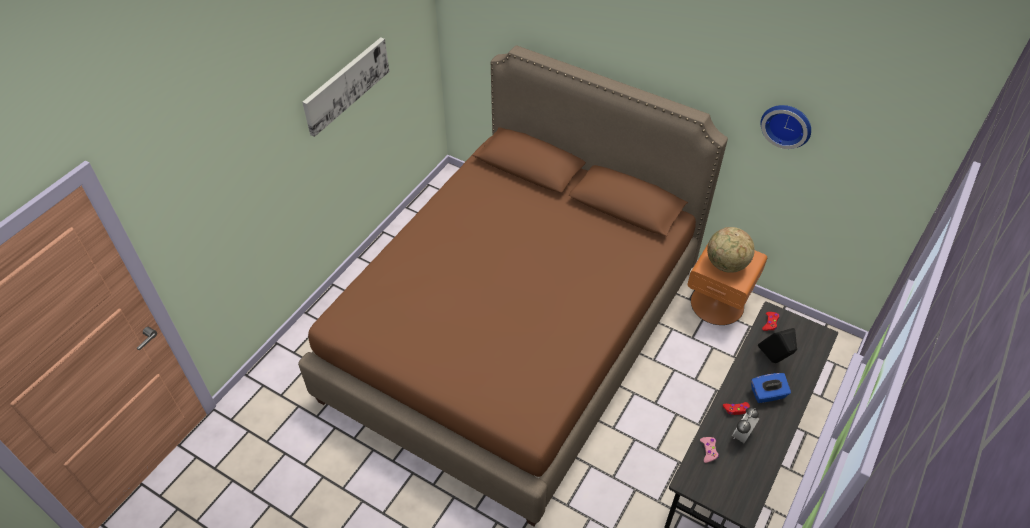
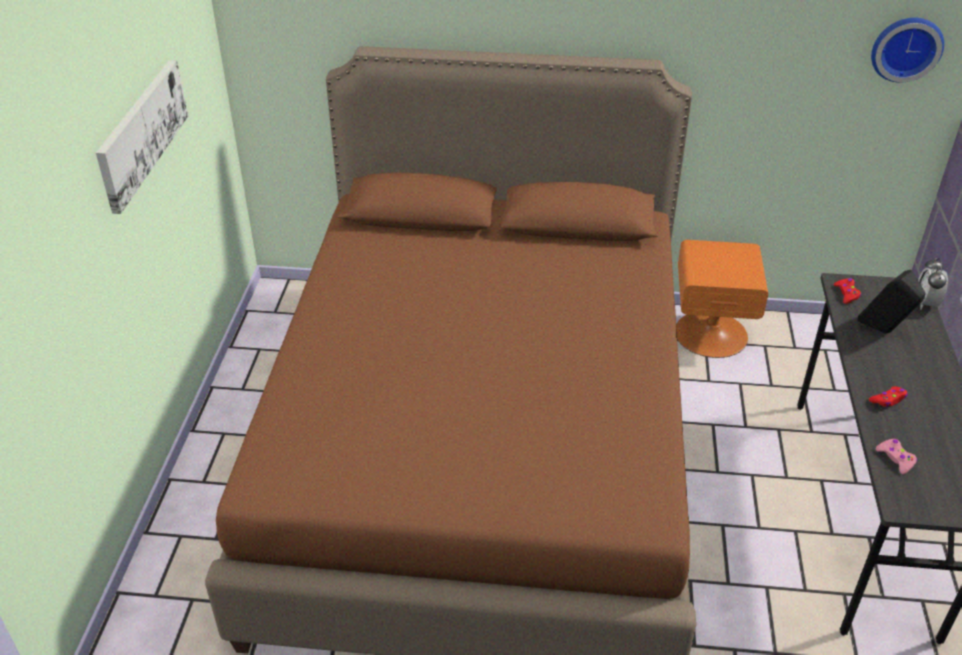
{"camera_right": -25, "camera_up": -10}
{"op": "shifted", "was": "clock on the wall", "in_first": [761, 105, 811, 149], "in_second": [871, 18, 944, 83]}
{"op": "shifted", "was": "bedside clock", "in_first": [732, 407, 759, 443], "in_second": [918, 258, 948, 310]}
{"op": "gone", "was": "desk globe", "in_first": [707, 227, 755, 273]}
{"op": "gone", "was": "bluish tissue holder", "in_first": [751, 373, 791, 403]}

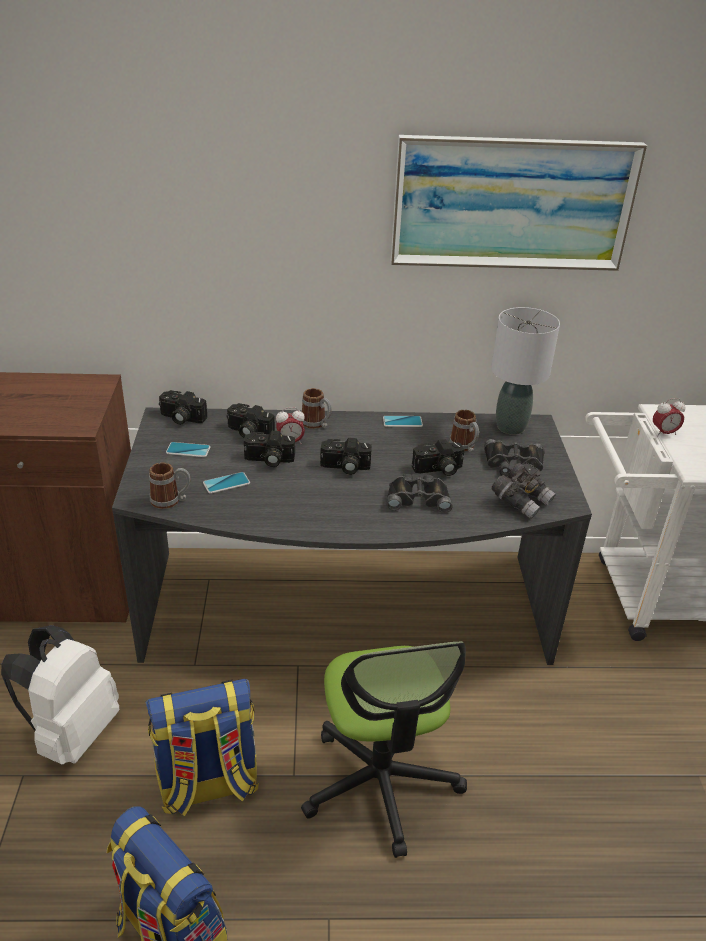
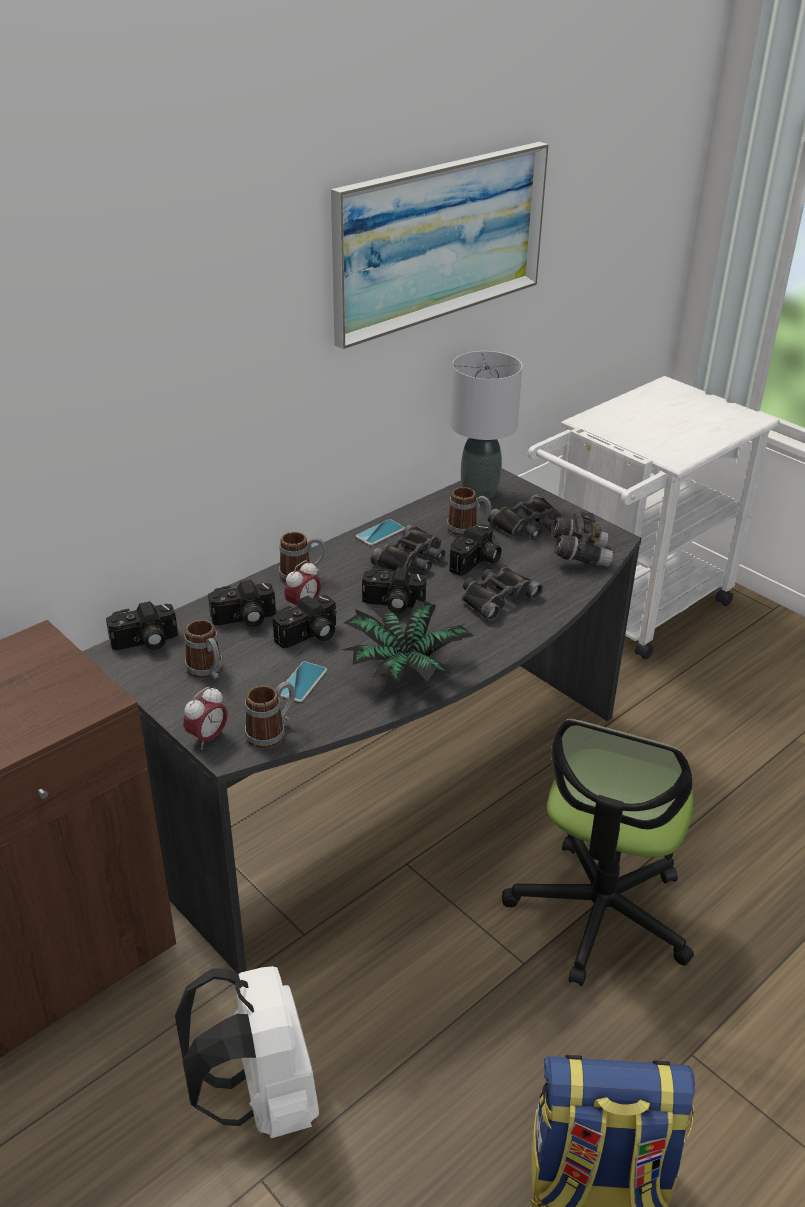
{"camera_right": -40, "camera_up": 0}
{"op": "swapped", "was": "handset", "now": "tea mug", "in_first": [166, 442, 211, 457], "in_second": [184, 620, 223, 679]}
{"op": "shifted", "was": "bedside clock", "in_first": [653, 398, 685, 437], "in_second": [184, 687, 228, 749]}
{"op": "new", "now": "houseplant", "in_second": [342, 600, 474, 683]}
{"op": "rotated", "was": "photo camera", "in_first": [320, 438, 372, 475], "in_second": [362, 567, 426, 613], "clockwise": 45}
{"op": "new", "now": "blackish pair of binoculars", "in_second": [371, 524, 445, 573]}
{"op": "rotated", "was": "office chair", "in_first": [301, 642, 467, 858], "in_second": [502, 719, 694, 986], "clockwise": 75}
{"op": "gone", "was": "rucksack", "in_first": [145, 679, 259, 816]}

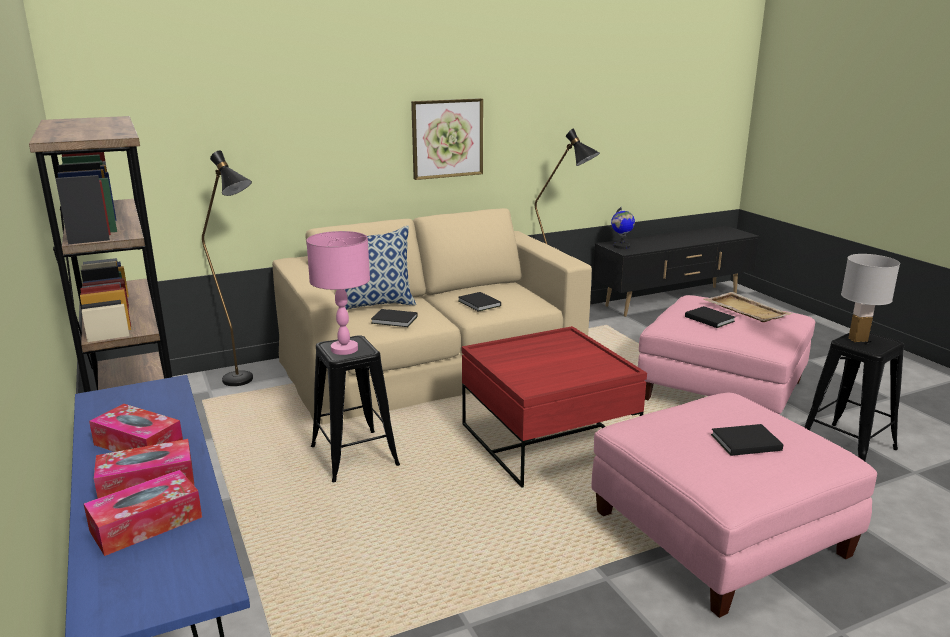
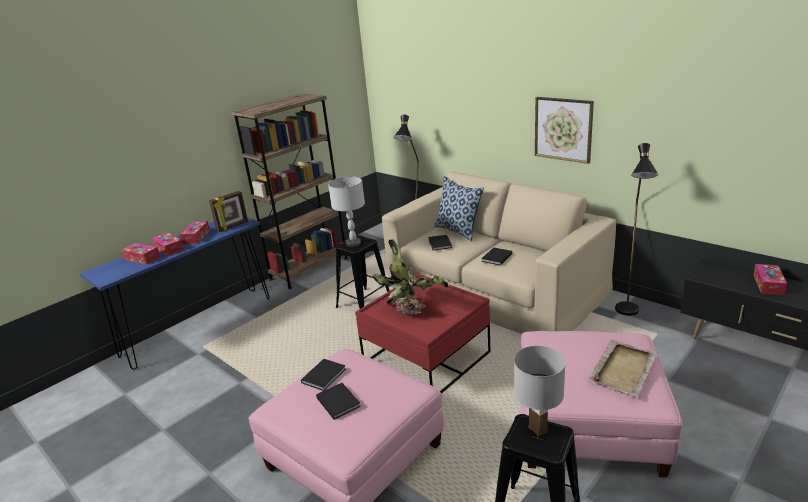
{"camera_right": 70, "camera_up": 5}
{"op": "new", "now": "standing frame", "in_second": [209, 191, 248, 232]}
{"op": "shifted", "was": "blackish volume", "in_first": [685, 306, 735, 328], "in_second": [301, 359, 346, 391]}
{"op": "repainted", "was": "pink table lamp", "now": "grey table lamp", "in_first": [306, 231, 370, 355], "in_second": [328, 176, 365, 247]}
{"op": "new", "now": "houseplant", "in_second": [372, 239, 450, 315]}
{"op": "new", "now": "tissue holder", "in_second": [753, 264, 787, 295]}
{"op": "gone", "was": "desk globe", "in_first": [611, 207, 635, 249]}

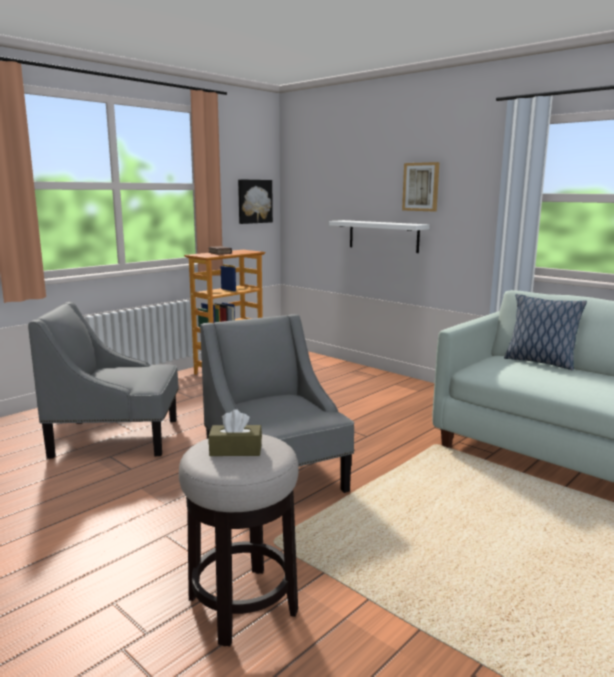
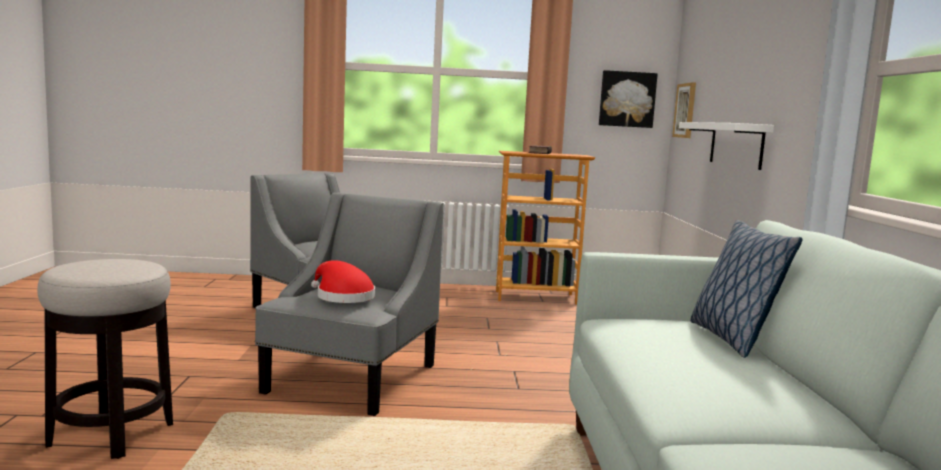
{"camera_right": 45, "camera_up": -5}
{"op": "new", "now": "red wearable hat", "in_second": [311, 260, 375, 303]}
{"op": "shifted", "was": "picture", "in_first": [402, 162, 439, 212], "in_second": [672, 82, 696, 138]}
{"op": "gone", "was": "brown tissue holder", "in_first": [209, 409, 262, 456]}

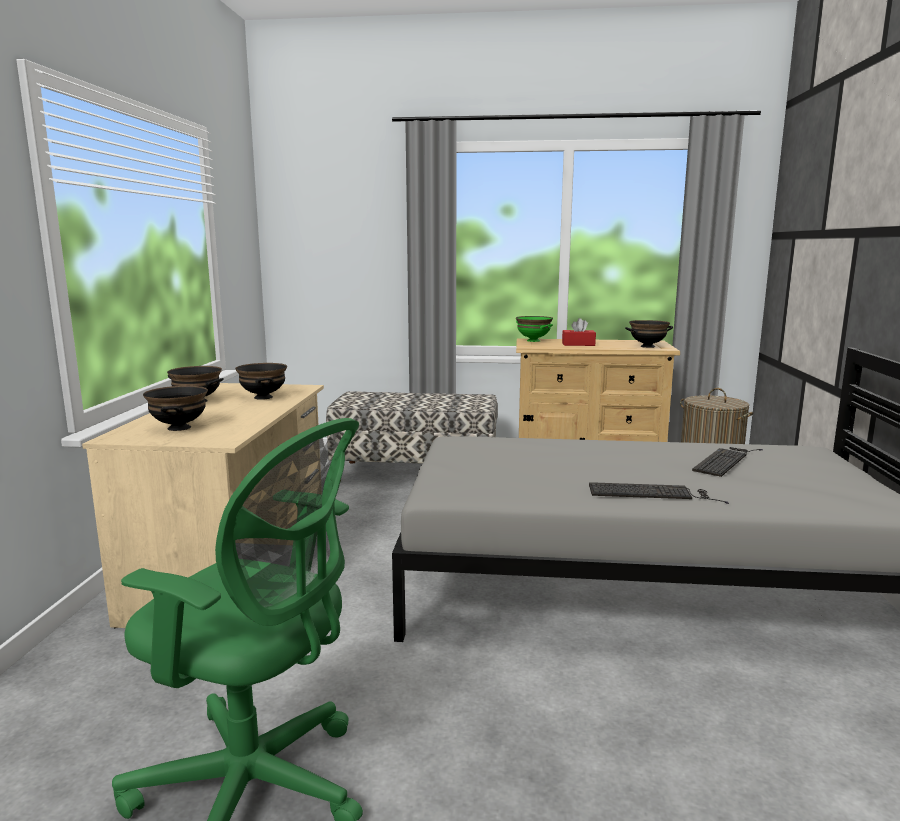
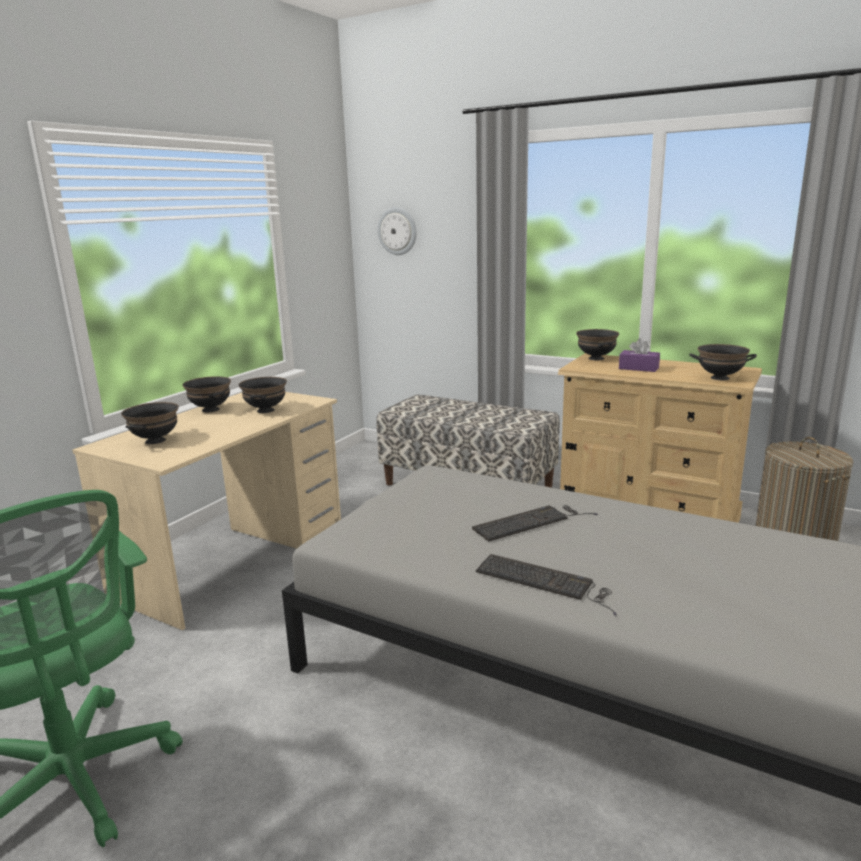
{"camera_right": 25, "camera_up": 5}
{"op": "new", "now": "clock on the wall", "in_second": [377, 207, 417, 255]}
{"op": "shifted", "was": "computer keyboard", "in_first": [692, 447, 763, 477], "in_second": [472, 505, 598, 542]}
{"op": "repainted", "was": "green-coloured bowl", "now": "blackish bowl", "in_first": [516, 316, 553, 342], "in_second": [576, 329, 619, 360]}
{"op": "repainted", "was": "red tissue holder", "now": "purplish tissue holder", "in_first": [562, 318, 596, 346], "in_second": [619, 338, 660, 372]}

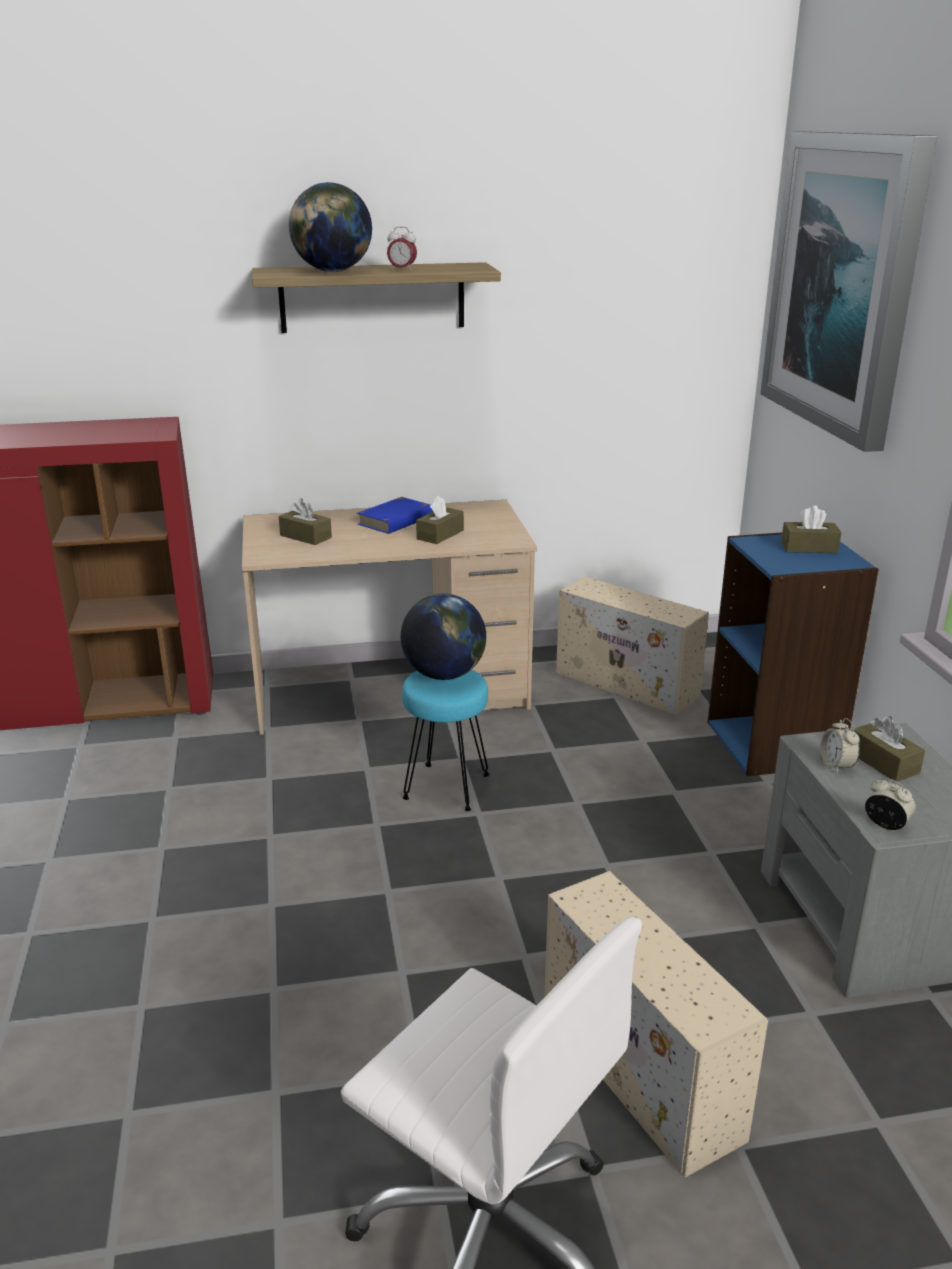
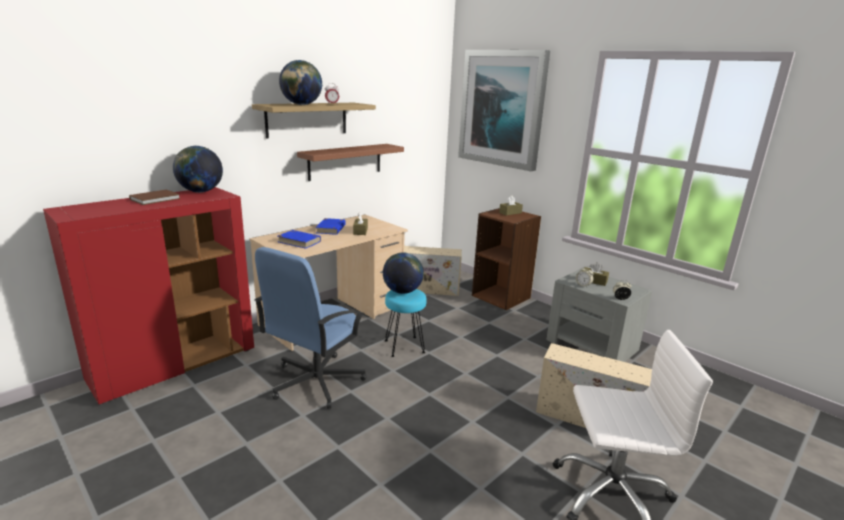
{"camera_right": -35, "camera_up": -5}
{"op": "new", "now": "brown volume", "in_second": [129, 190, 181, 205]}
{"op": "new", "now": "desk globe", "in_second": [173, 146, 223, 193]}
{"op": "new", "now": "bluish office chair", "in_second": [255, 247, 367, 409]}
{"op": "swapped", "was": "brown tissue holder", "now": "bluish volume", "in_first": [279, 498, 332, 545], "in_second": [278, 230, 321, 249]}
{"op": "new", "now": "brown wall shelf", "in_second": [297, 144, 404, 181]}
{"op": "repainted", "was": "bluish shelving unit", "now": "brown shelving unit", "in_first": [708, 533, 879, 776], "in_second": [472, 208, 541, 310]}

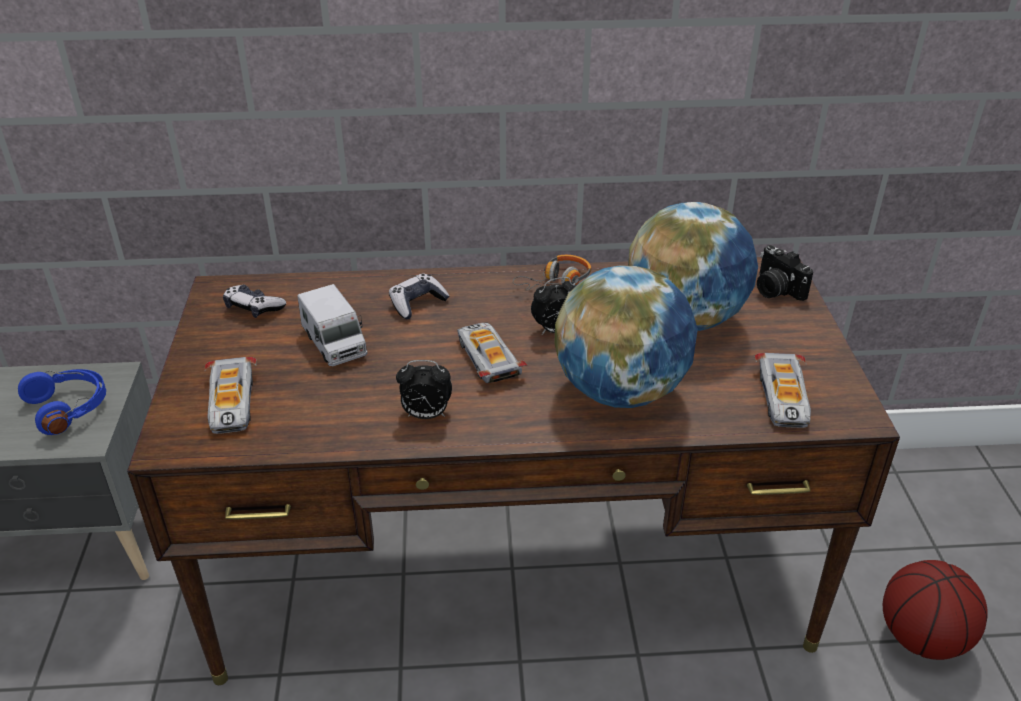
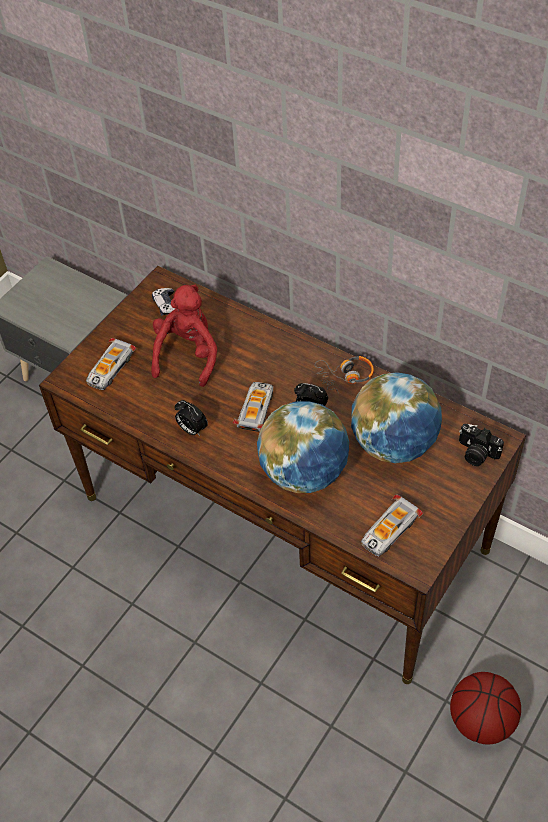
{"camera_right": 40, "camera_up": 15}
{"op": "swapped", "was": "toy lorry", "now": "red cuddly toy", "in_first": [297, 284, 368, 366], "in_second": [151, 285, 217, 387]}
{"op": "rotated", "was": "photo camera", "in_first": [757, 245, 813, 301], "in_second": [459, 424, 504, 466], "clockwise": -60}
{"op": "gone", "was": "bluish headphones", "in_first": [18, 369, 106, 435]}
{"op": "gone", "was": "gamepad", "in_first": [389, 273, 449, 319]}

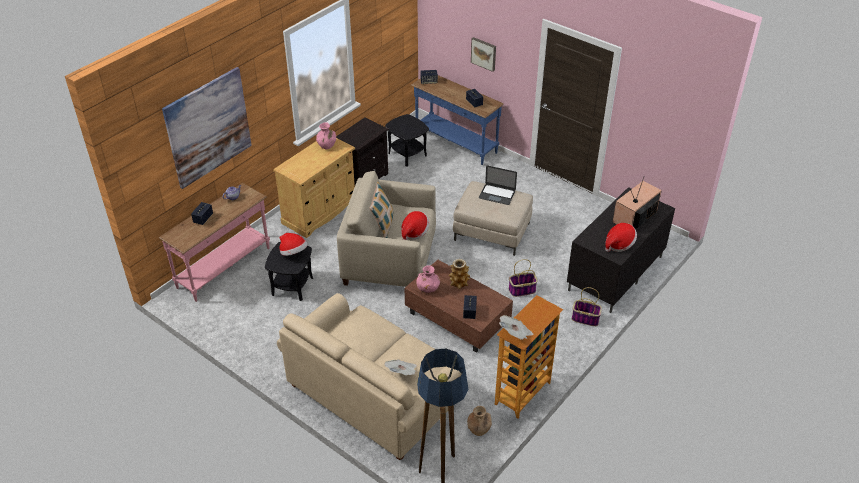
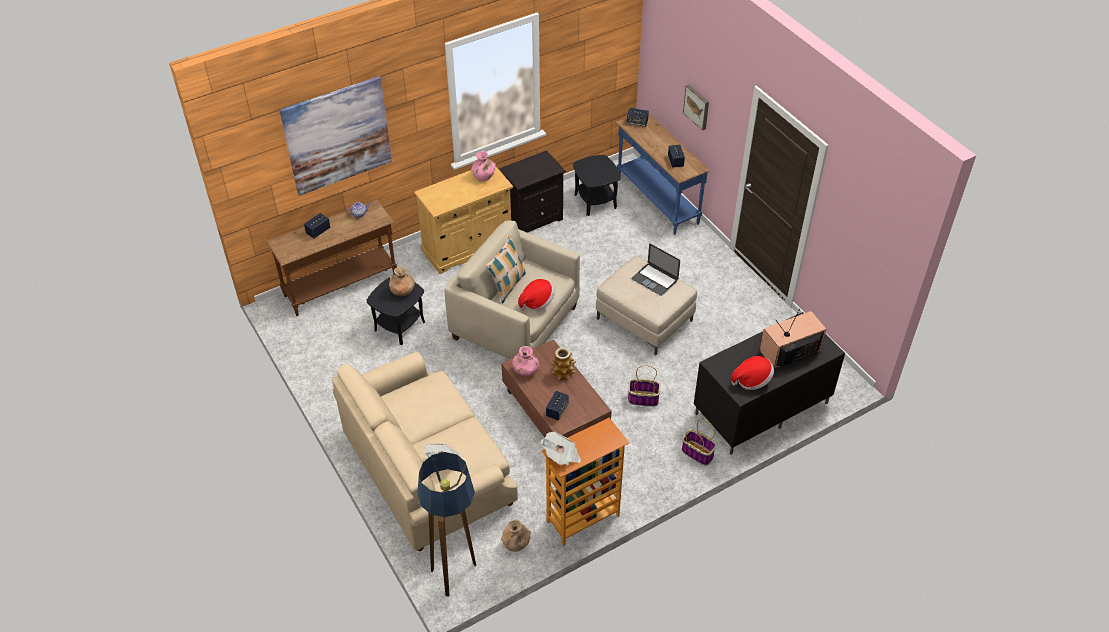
{"camera_right": 20, "camera_up": 5}
{"op": "repainted", "was": "pink hall table", "now": "brown hall table", "in_first": [159, 183, 270, 302], "in_second": [266, 199, 397, 316]}
{"op": "swapped", "was": "wearable hat", "now": "brown vase", "in_first": [279, 233, 308, 256], "in_second": [389, 266, 415, 296]}

